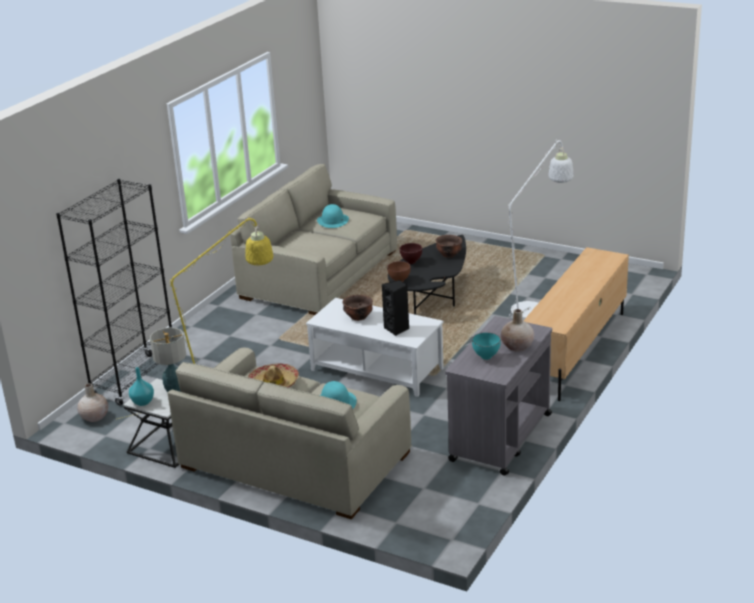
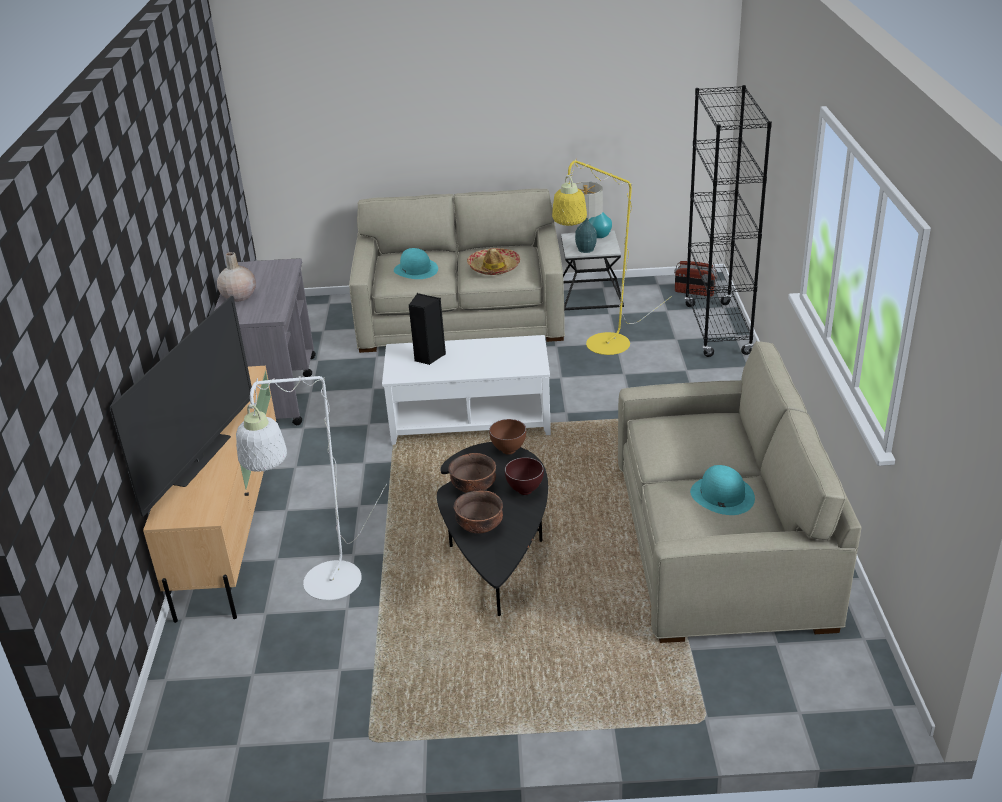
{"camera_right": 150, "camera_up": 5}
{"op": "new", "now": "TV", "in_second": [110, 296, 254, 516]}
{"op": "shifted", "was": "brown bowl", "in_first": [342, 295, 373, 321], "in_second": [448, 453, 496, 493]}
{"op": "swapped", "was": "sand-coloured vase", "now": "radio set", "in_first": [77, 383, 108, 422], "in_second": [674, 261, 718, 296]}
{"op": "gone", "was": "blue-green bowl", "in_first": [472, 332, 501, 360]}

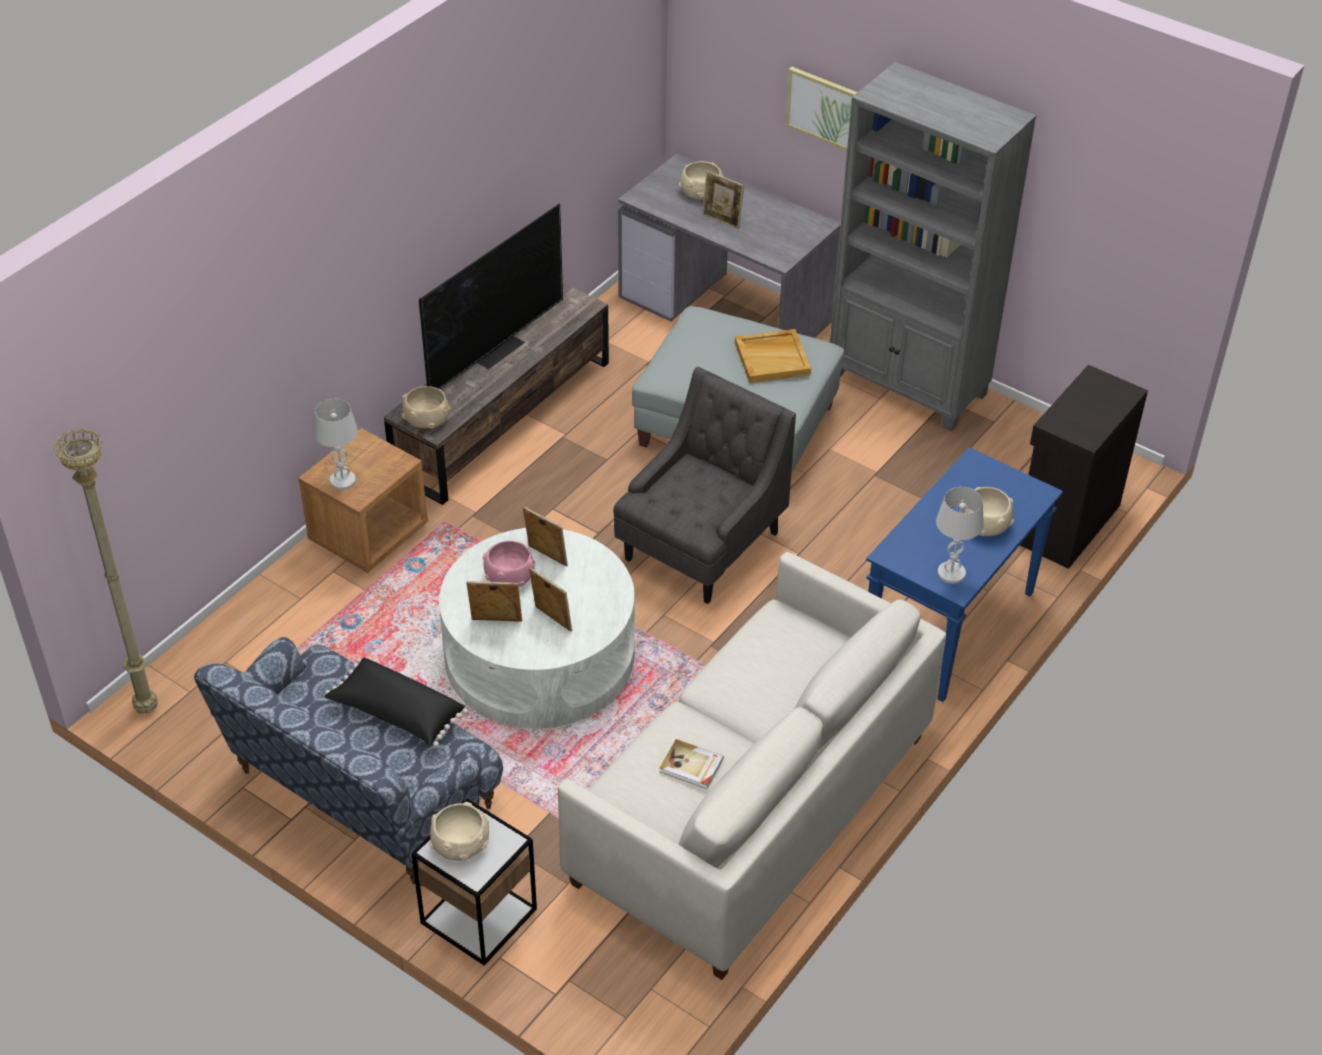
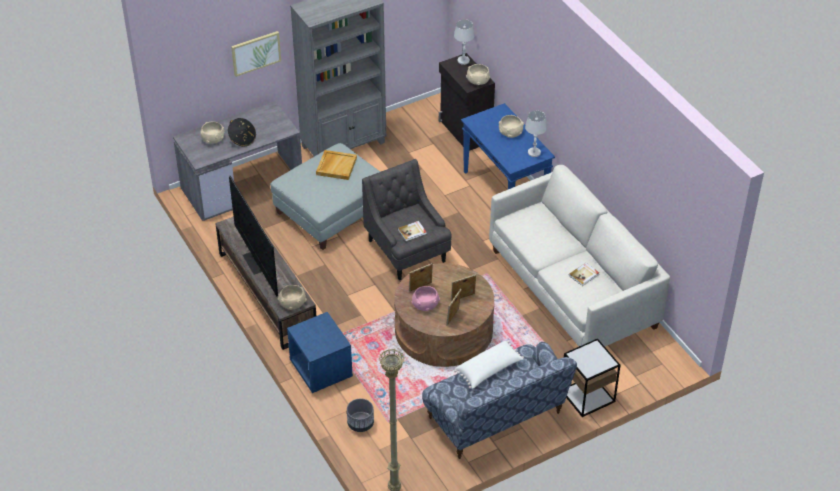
{"camera_right": -65, "camera_up": 0}
{"op": "swapped", "was": "standing frame", "now": "blackish wearable hat", "in_first": [702, 171, 744, 229], "in_second": [228, 118, 256, 147]}
{"op": "repainted", "was": "brown night table", "now": "bluish night table", "in_first": [298, 428, 428, 573], "in_second": [287, 312, 353, 393]}
{"op": "new", "now": "grey plant pot", "in_second": [347, 399, 374, 432]}
{"op": "repainted", "was": "white lounge table", "now": "brown lounge table", "in_first": [439, 528, 635, 728], "in_second": [394, 263, 494, 367]}
{"op": "new", "now": "volume", "in_second": [398, 221, 427, 241]}
{"op": "shifted", "was": "white table lamp", "in_first": [314, 399, 358, 490], "in_second": [454, 19, 474, 65]}
{"op": "repainted", "was": "blackish pillow", "now": "white pillow", "in_first": [325, 658, 468, 747], "in_second": [454, 341, 524, 389]}
{"op": "shifted", "was": "sand-coloured bowl", "in_first": [429, 802, 489, 861], "in_second": [466, 64, 490, 85]}

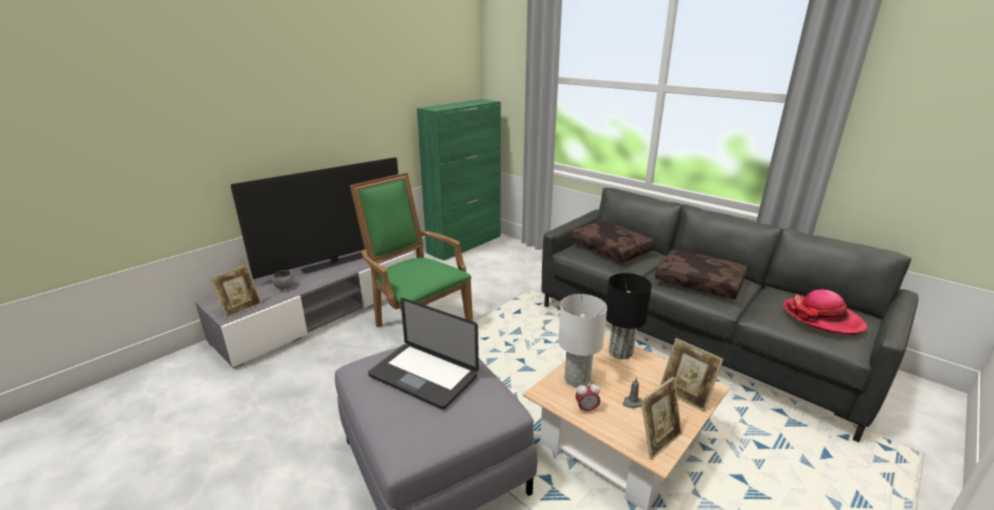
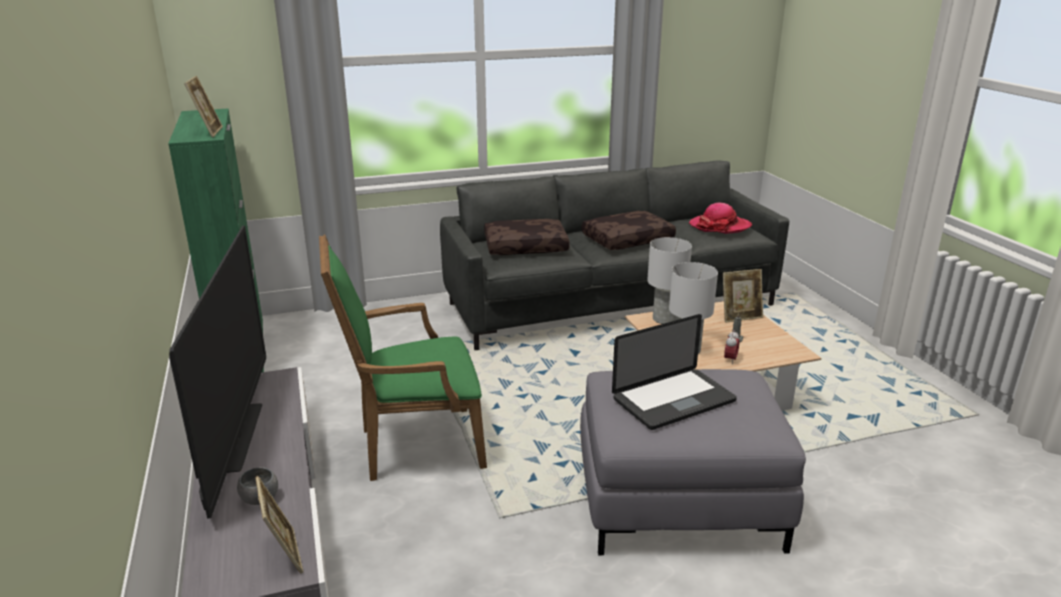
{"camera_right": -60, "camera_up": 0}
{"op": "shifted", "was": "standing frame", "in_first": [641, 377, 682, 460], "in_second": [184, 76, 223, 137]}
{"op": "repainted", "was": "blackish table lamp", "now": "white table lamp", "in_first": [606, 273, 652, 359], "in_second": [647, 237, 692, 324]}

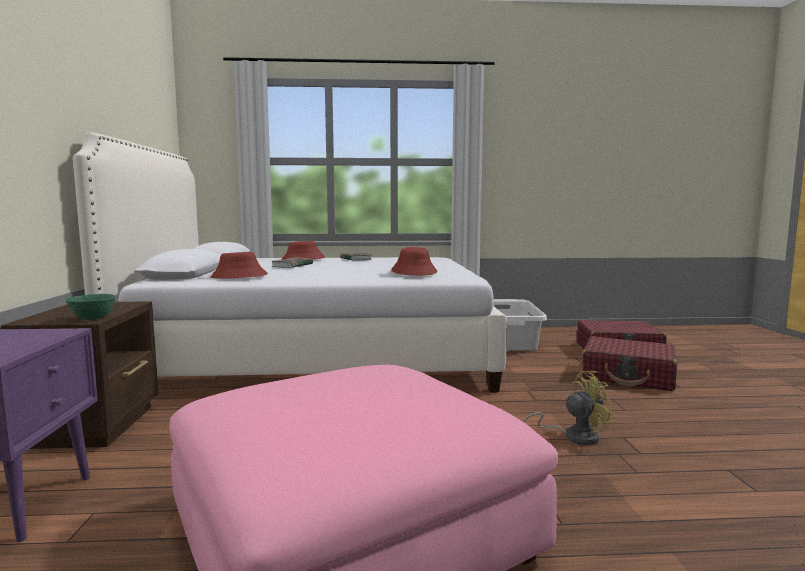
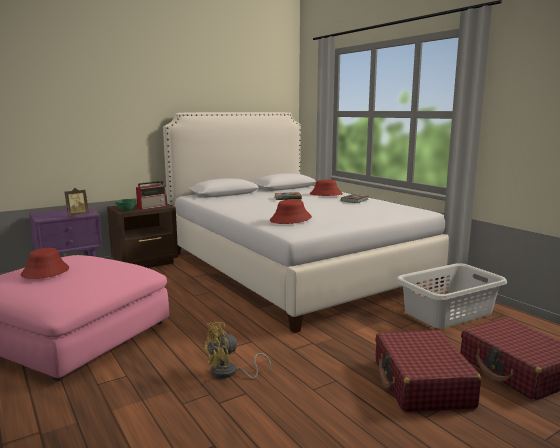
{"camera_right": 60, "camera_up": 5}
{"op": "shifted", "was": "red wearable hat", "in_first": [211, 252, 268, 278], "in_second": [21, 248, 69, 279]}
{"op": "new", "now": "standing frame", "in_second": [65, 188, 89, 216]}
{"op": "new", "now": "radio set", "in_second": [136, 181, 166, 210]}
{"op": "rotated", "was": "yellowish fan", "in_first": [523, 371, 616, 445], "in_second": [202, 322, 271, 379], "clockwise": 105}

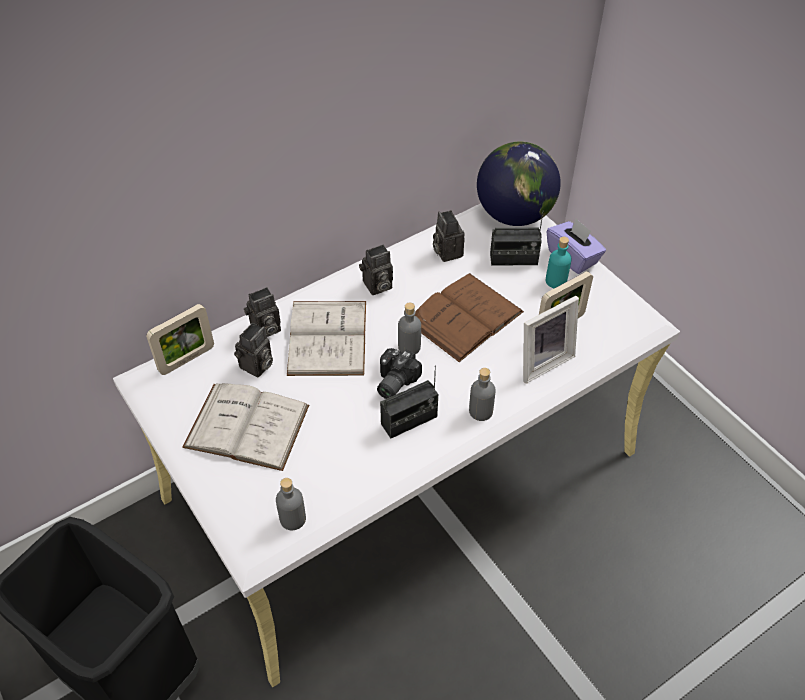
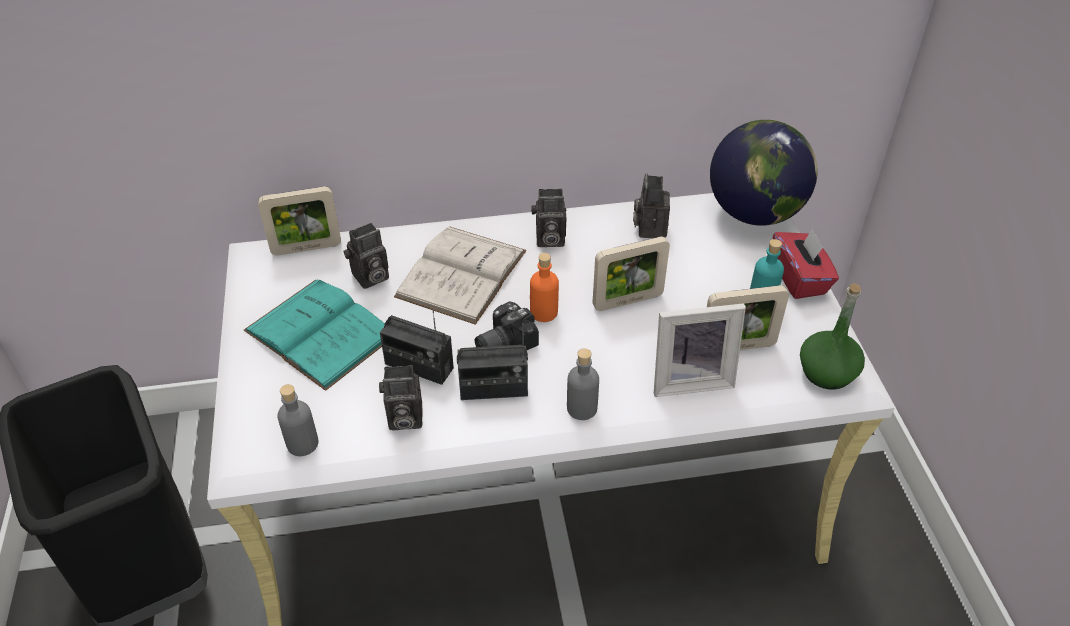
{"camera_right": 25, "camera_up": -5}
{"op": "repainted", "was": "white volume", "now": "blue-green volume", "in_first": [182, 383, 309, 471], "in_second": [244, 280, 385, 391]}
{"op": "shifted", "was": "photo camera", "in_first": [244, 287, 281, 337], "in_second": [379, 365, 422, 430]}
{"op": "shifted", "was": "radio set", "in_first": [490, 210, 544, 265], "in_second": [380, 311, 454, 385]}
{"op": "repainted", "was": "grey beverage bottle", "now": "orange beverage bottle", "in_first": [398, 303, 421, 354], "in_second": [530, 253, 559, 322]}
{"op": "swapped", "was": "brown volume", "now": "standing frame", "in_first": [414, 273, 524, 362], "in_second": [593, 237, 670, 311]}
{"op": "repainted", "was": "purplish tissue holder", "now": "red tissue holder", "in_first": [546, 218, 606, 274], "in_second": [773, 228, 839, 299]}
{"op": "new", "now": "green-coloured beverage bottle", "in_second": [800, 283, 865, 390]}

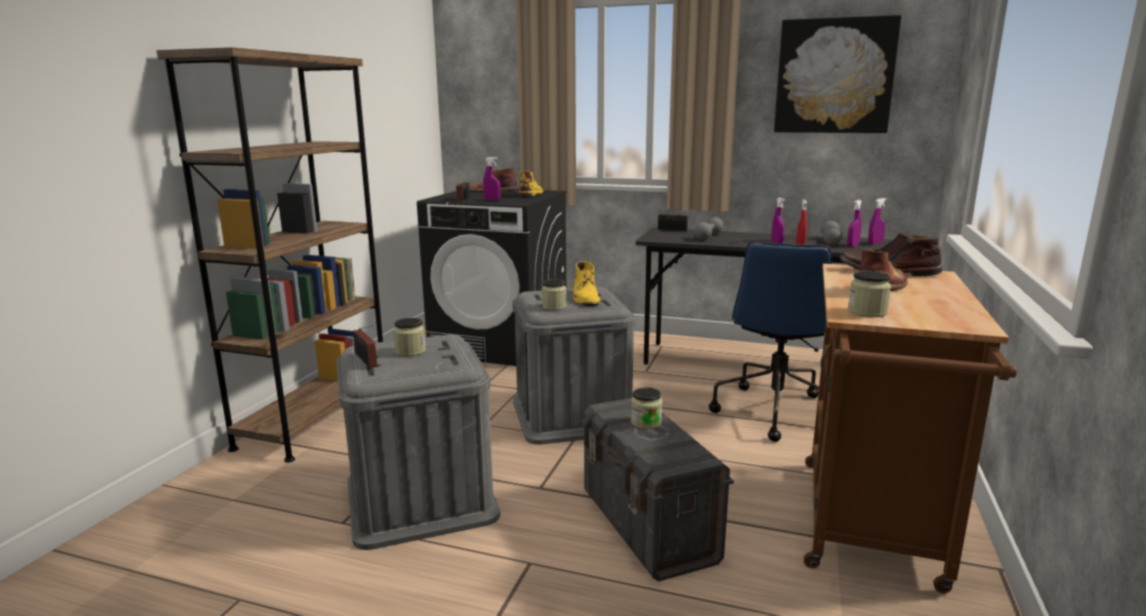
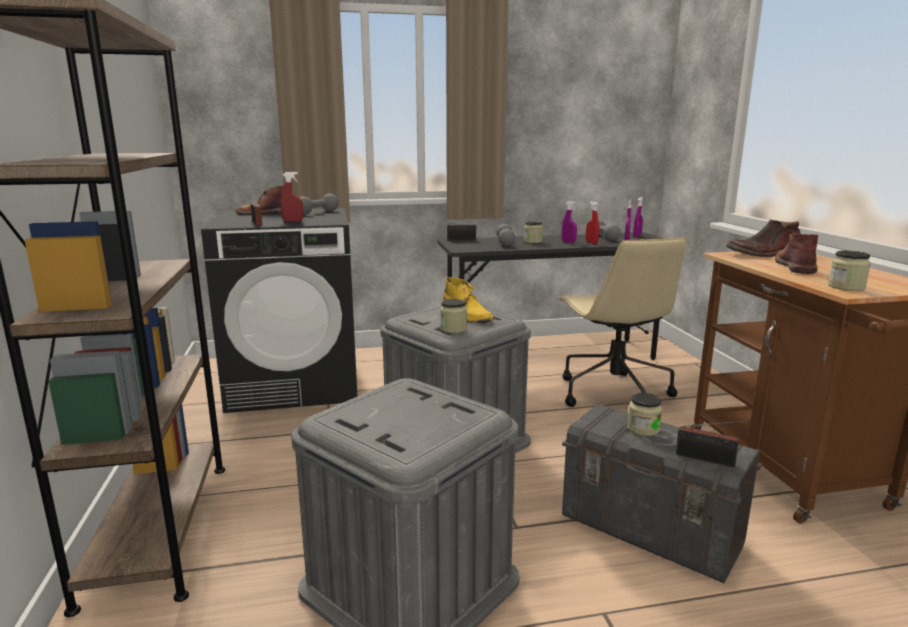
{"camera_right": -30, "camera_up": 0}
{"op": "repainted", "was": "purplish sprayer", "now": "red sprayer", "in_first": [483, 157, 501, 201], "in_second": [281, 172, 303, 222]}
{"op": "swapped", "was": "yellowish tall boot", "now": "grey dumbbell", "in_first": [518, 171, 543, 197], "in_second": [299, 194, 339, 215]}
{"op": "shifted", "was": "preserve jar", "in_first": [394, 318, 426, 356], "in_second": [524, 221, 543, 243]}
{"op": "repainted", "was": "bluish office chair", "now": "sand-coloured office chair", "in_first": [709, 242, 832, 442], "in_second": [558, 237, 687, 407]}
{"op": "shifted", "was": "radio set", "in_first": [353, 326, 377, 368], "in_second": [676, 420, 750, 468]}
{"op": "gone", "was": "picture", "in_first": [774, 15, 901, 133]}

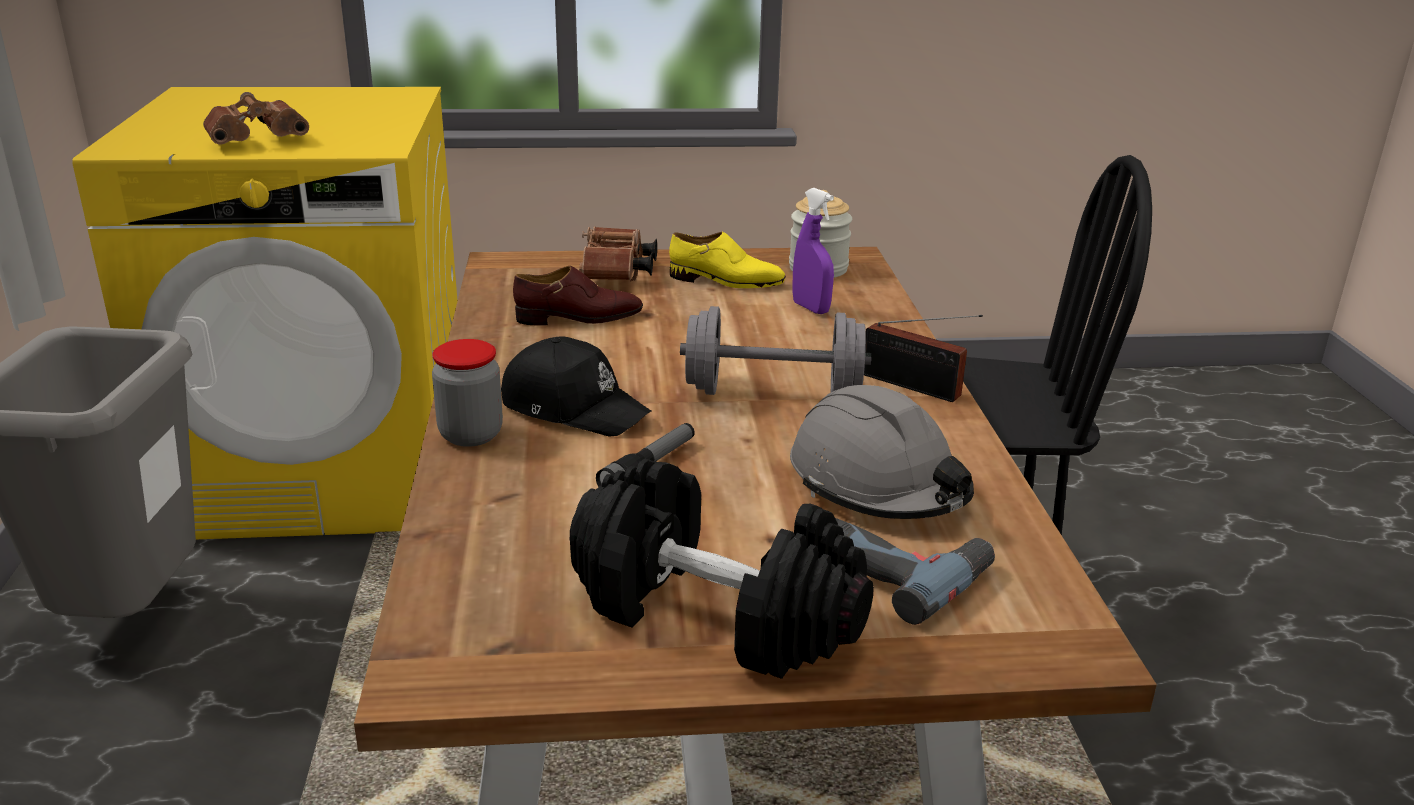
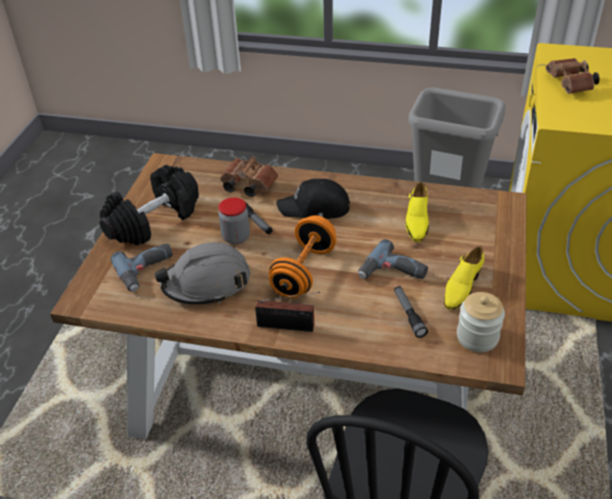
{"camera_right": 110, "camera_up": 15}
{"op": "shifted", "was": "preserve jar", "in_first": [432, 339, 503, 447], "in_second": [219, 197, 250, 244]}
{"op": "shifted", "was": "brown pair of binoculars", "in_first": [579, 226, 657, 281], "in_second": [220, 156, 278, 197]}
{"op": "rotated", "was": "radio set", "in_first": [864, 315, 983, 402], "in_second": [255, 292, 320, 332], "clockwise": -135}
{"op": "repainted", "was": "grey dumbbell", "now": "orange dumbbell", "in_first": [680, 306, 872, 395], "in_second": [269, 215, 336, 298]}
{"op": "rotated", "was": "blackish peaked cap", "in_first": [501, 336, 652, 436], "in_second": [276, 179, 350, 219], "clockwise": 45}
{"op": "new", "now": "electric drill", "in_second": [358, 239, 428, 279]}
{"op": "swapped", "was": "purplish sprayer", "now": "hand torch", "in_first": [792, 188, 834, 314], "in_second": [394, 286, 428, 338]}
{"op": "repainted", "was": "brown low shoe", "now": "yellowish low shoe", "in_first": [513, 266, 643, 326], "in_second": [405, 182, 429, 242]}

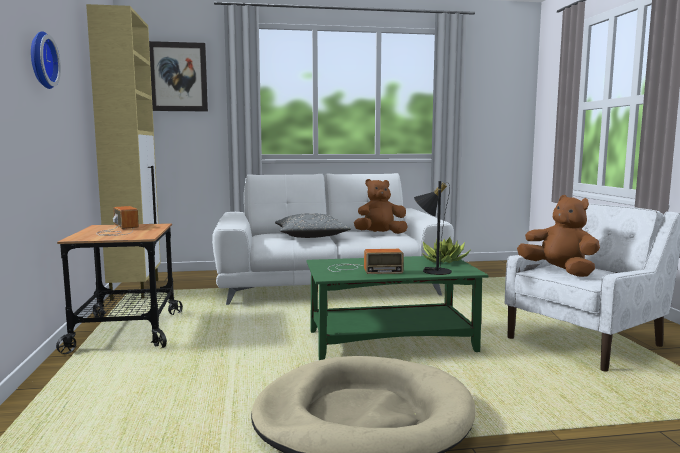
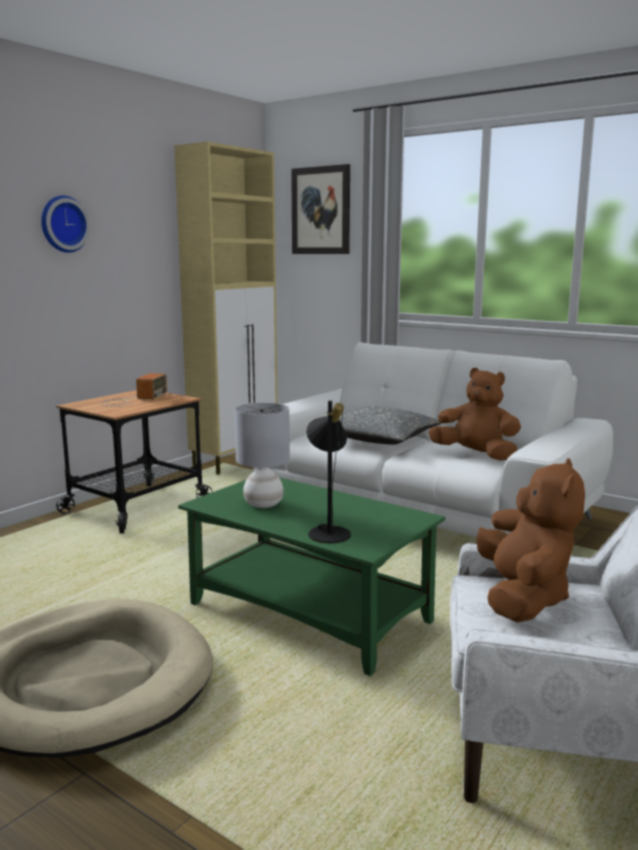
{"camera_right": 45, "camera_up": 5}
{"op": "swapped", "was": "radio set", "now": "grey table lamp", "in_first": [328, 249, 404, 274], "in_second": [234, 403, 290, 508]}
{"op": "gone", "was": "houseplant", "in_first": [422, 237, 470, 263]}

